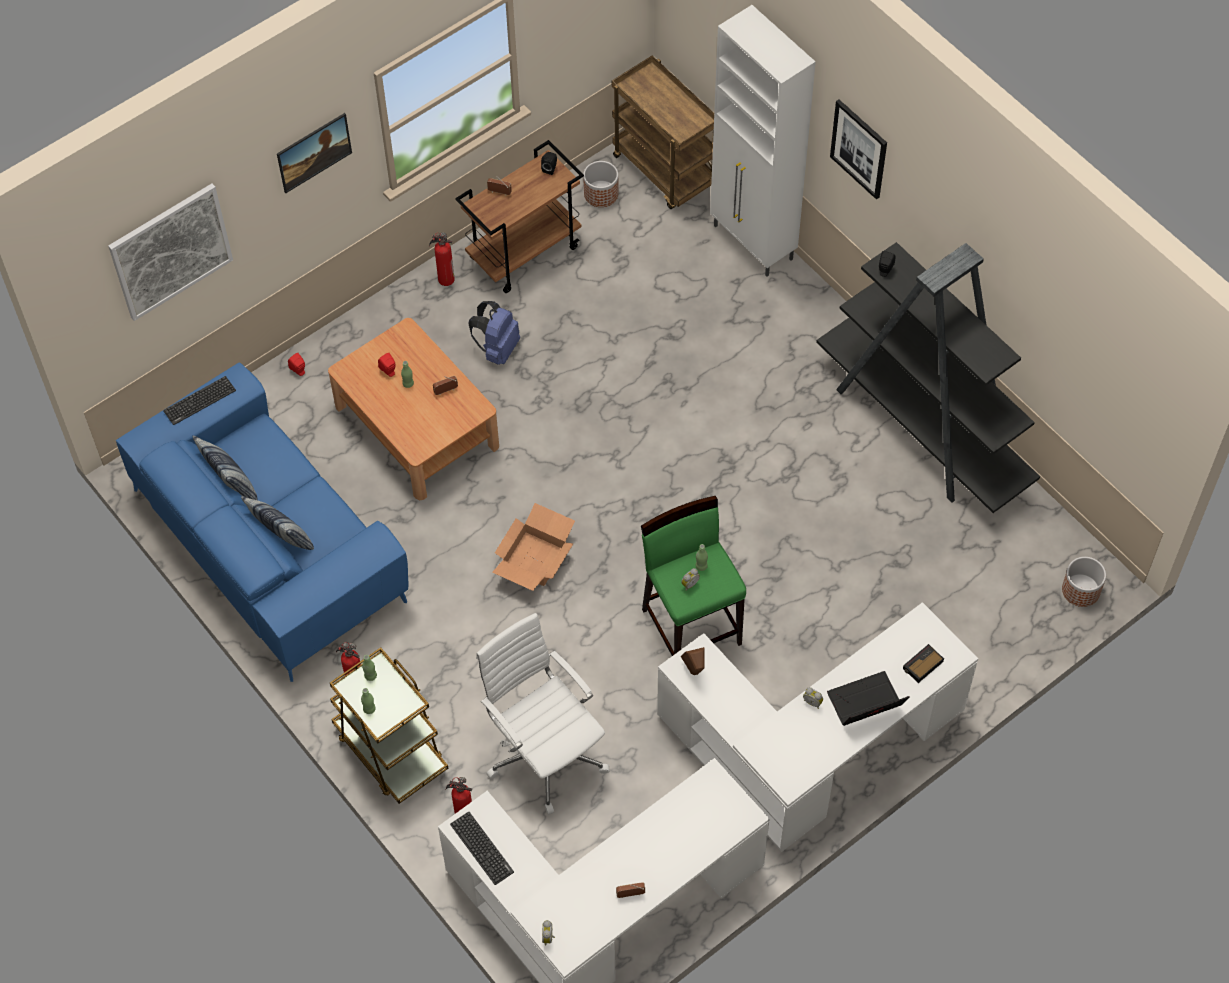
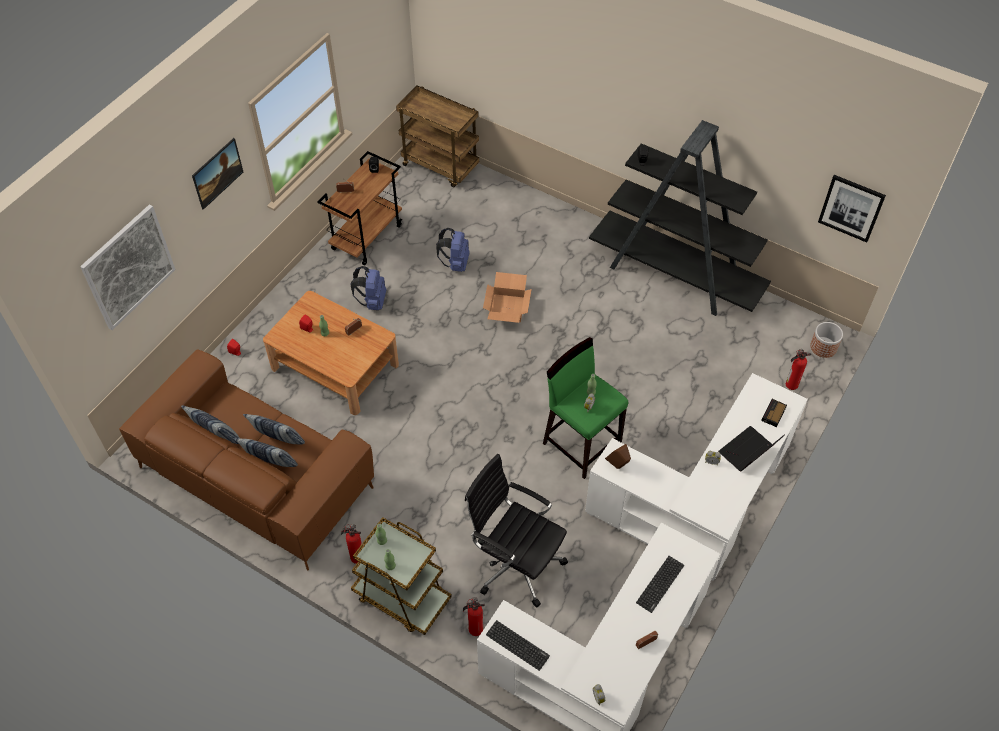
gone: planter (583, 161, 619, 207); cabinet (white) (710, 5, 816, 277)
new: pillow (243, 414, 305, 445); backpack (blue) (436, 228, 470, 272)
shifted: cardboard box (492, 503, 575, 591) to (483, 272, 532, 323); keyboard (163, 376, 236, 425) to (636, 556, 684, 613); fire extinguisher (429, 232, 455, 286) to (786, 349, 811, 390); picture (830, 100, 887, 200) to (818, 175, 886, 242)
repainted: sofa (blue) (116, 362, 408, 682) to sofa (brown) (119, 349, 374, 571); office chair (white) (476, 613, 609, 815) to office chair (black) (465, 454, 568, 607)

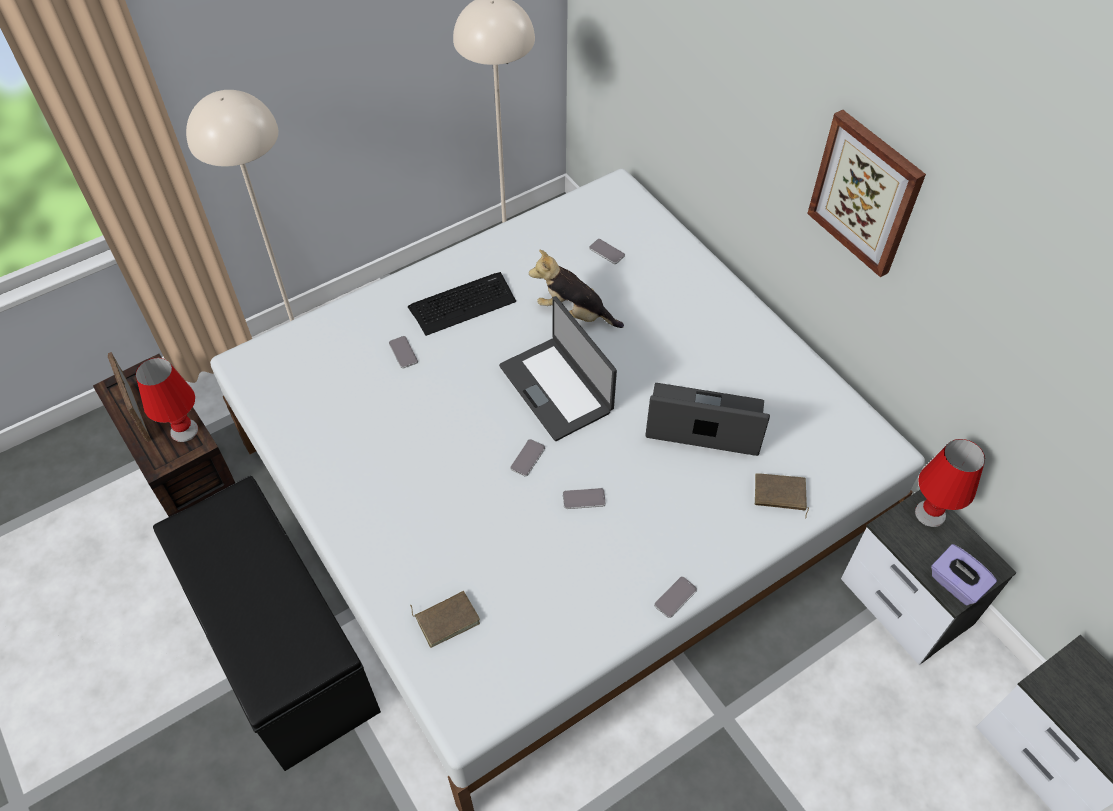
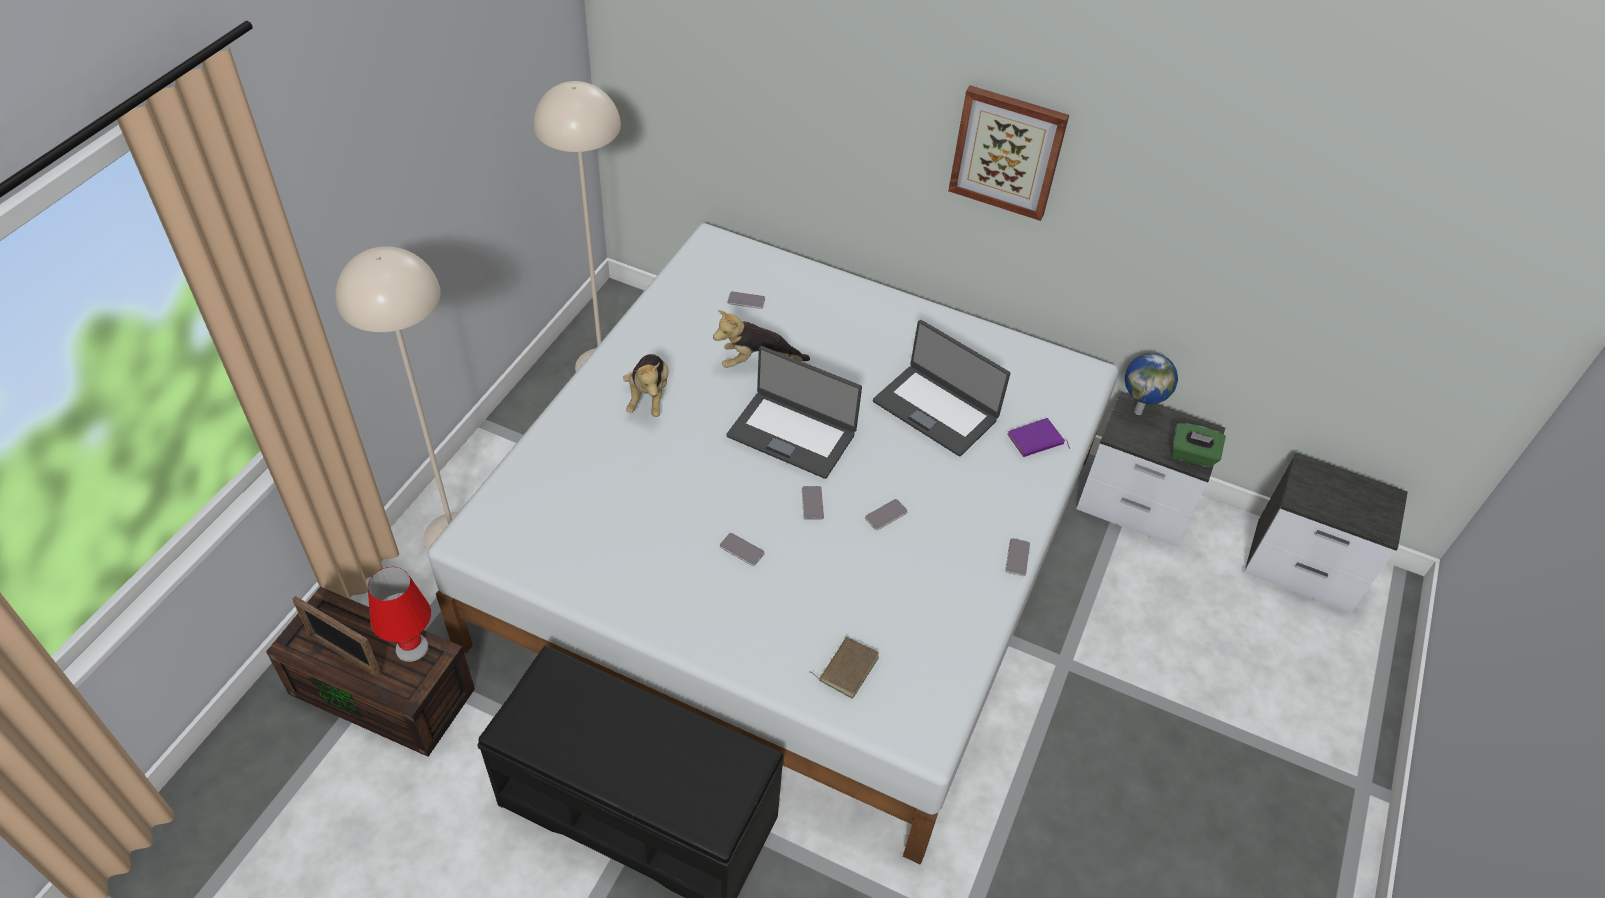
shifted: phone (389, 336, 418, 368) to (720, 533, 765, 566)
swapped: keyboard (408, 272, 516, 336) to plush toy (623, 354, 669, 417); table lamp (red) (915, 439, 985, 527) to globe (1125, 353, 1178, 415)
repainted: book (brown) (755, 473, 809, 518) to book (purple) (1007, 418, 1070, 457); tissue box (purple) (931, 544, 997, 605) to tissue box (green) (1173, 423, 1226, 468)
rotated: laptop (645, 383, 770, 456) = (873, 320, 1010, 456) 120 degrees counterclockwise

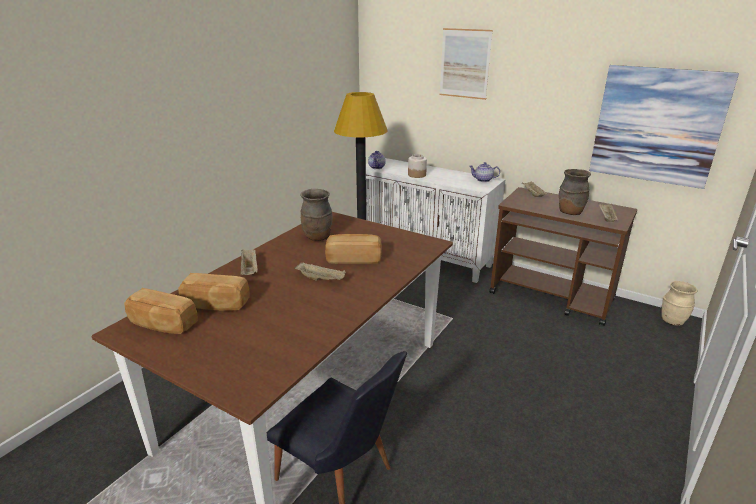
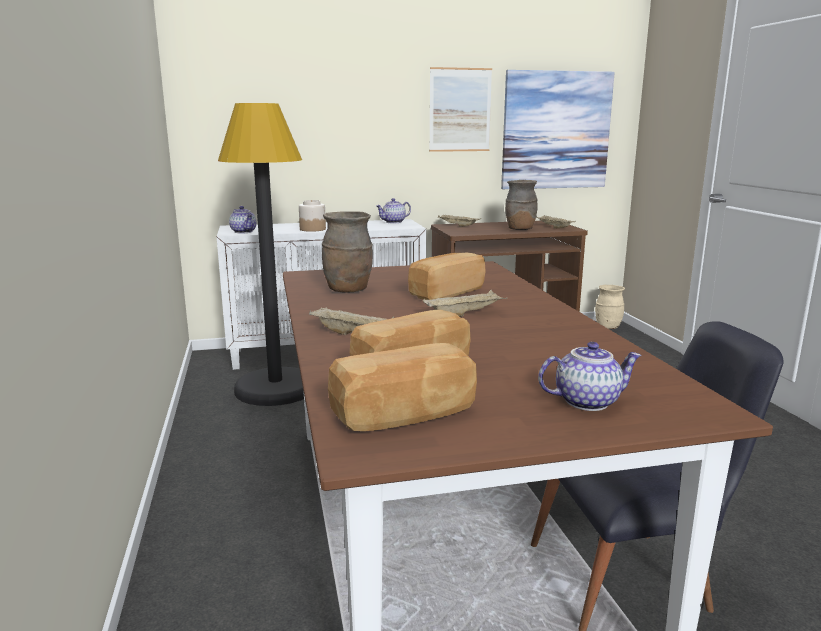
new: teapot (538, 342, 642, 411)
shifted: picture (440, 28, 493, 100) to (429, 67, 492, 152)

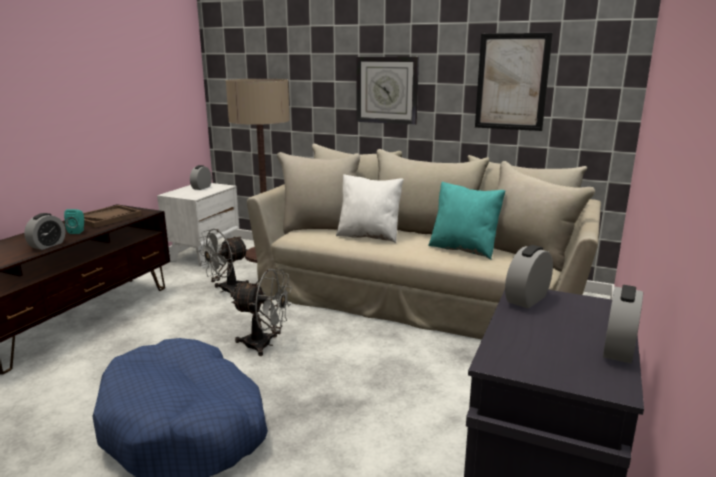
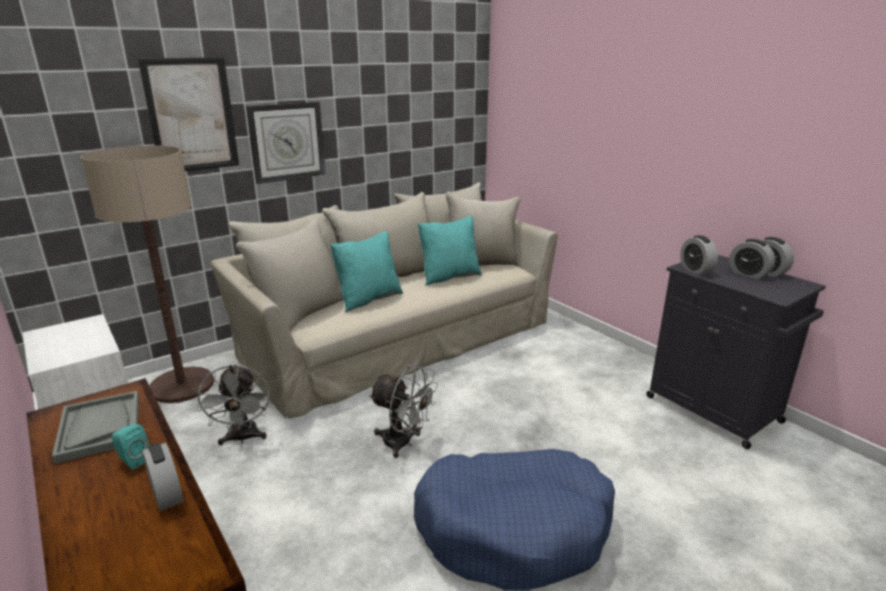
shifted: picture (475, 33, 553, 131) to (138, 57, 239, 172); alarm clock (190, 165, 212, 190) to (729, 239, 775, 279)
repainted: tray (brown) (83, 205, 142, 228) to tray (grey) (52, 391, 139, 464); pillow (white) (336, 174, 404, 243) to pillow (turquoise) (330, 231, 403, 312)
rotated: fan (grey) (231, 269, 292, 356) = (369, 364, 438, 458) 75 degrees clockwise

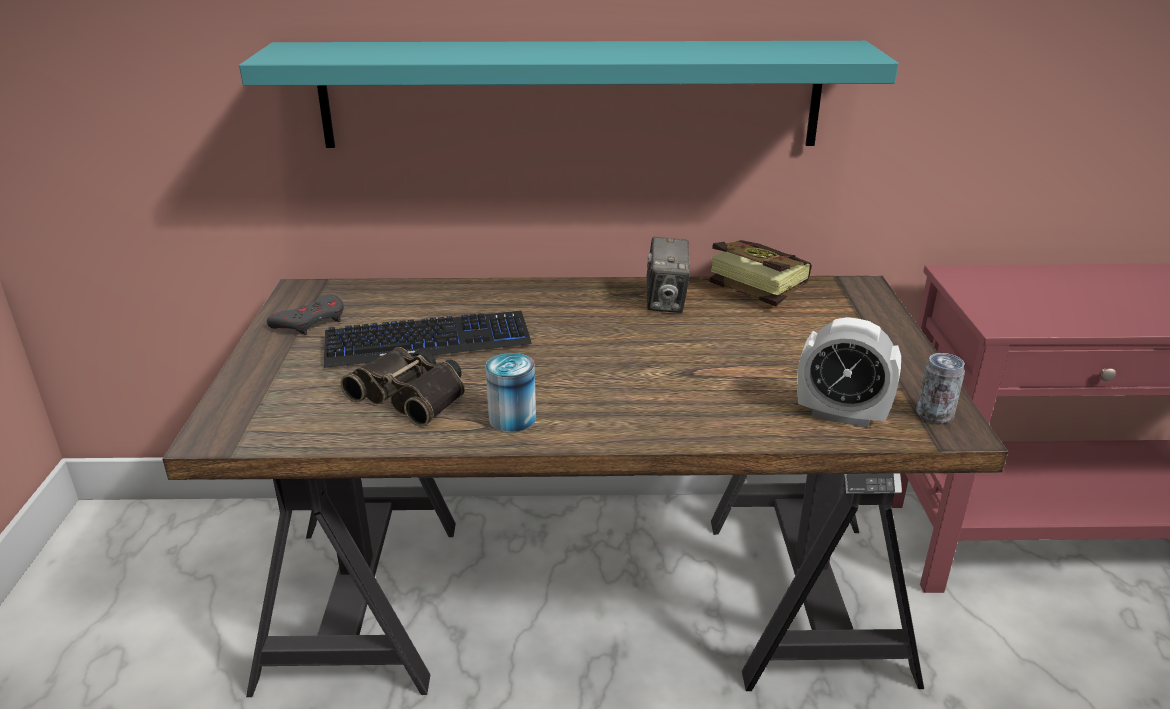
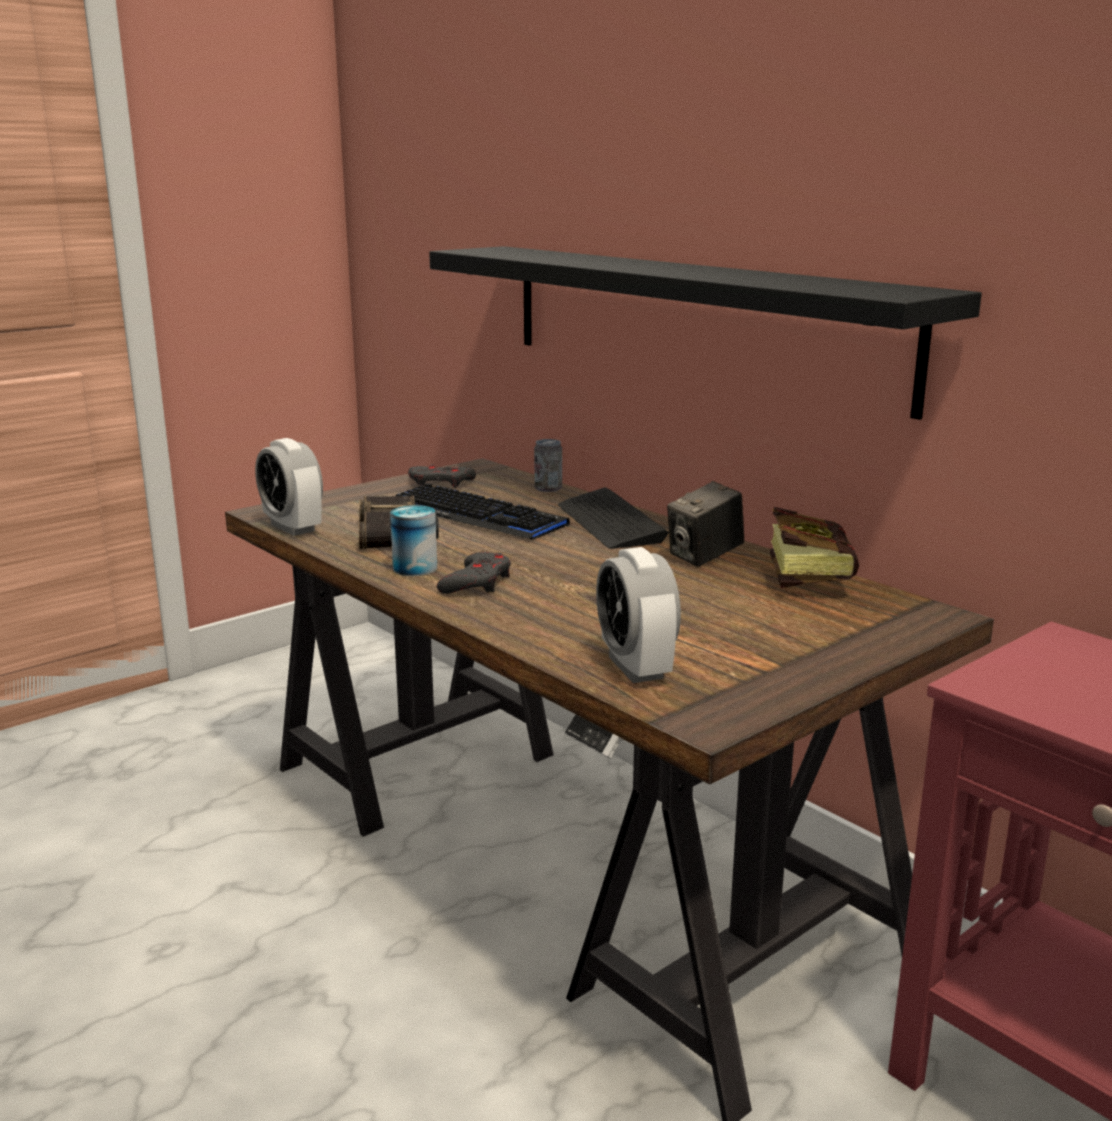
new: alarm clock (255, 438, 323, 536); game controller (grey) (437, 552, 511, 594); keyboard (558, 488, 669, 549)
shifted: can (916, 353, 965, 424) to (534, 439, 562, 492)
repainted: shelf (turquoise) (239, 41, 899, 148) to shelf (black) (429, 246, 982, 420)

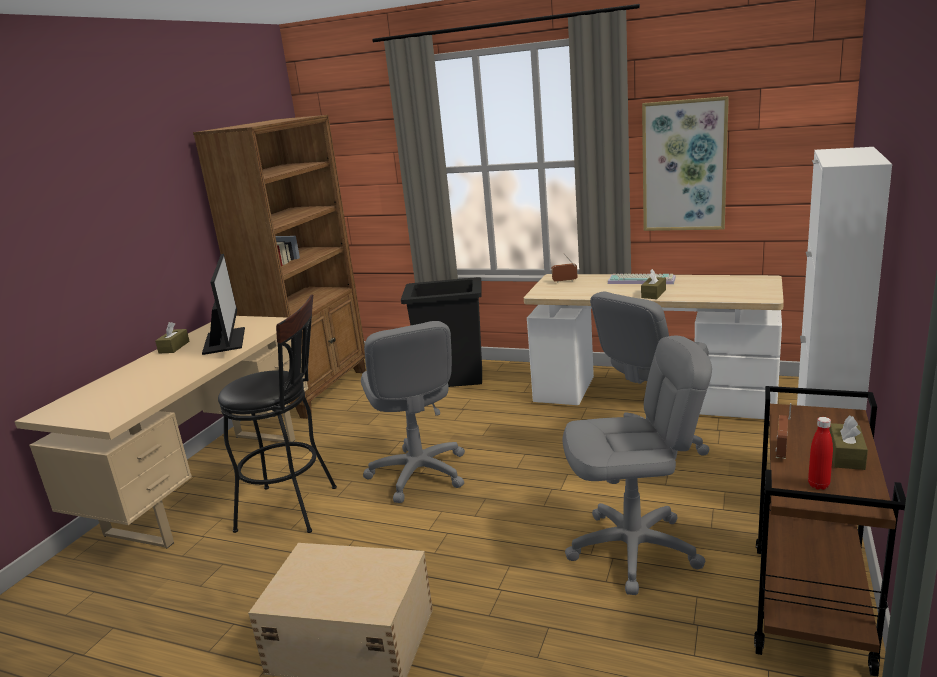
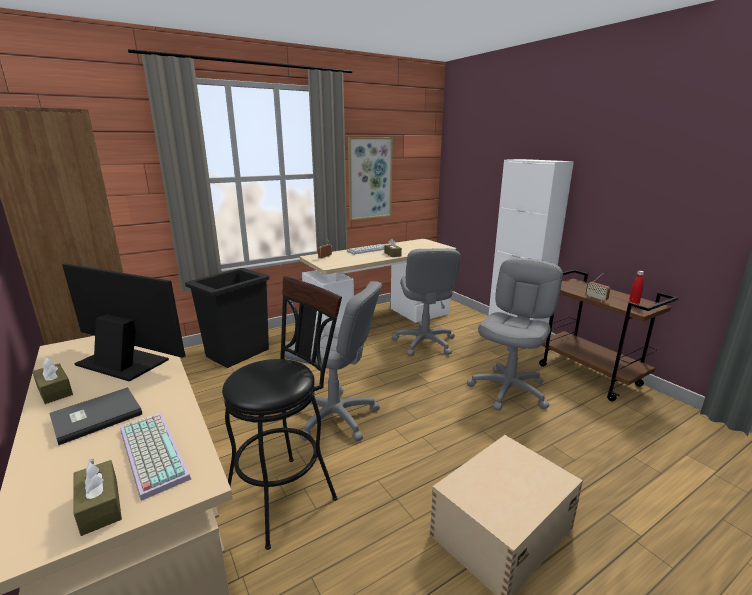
new: book (grey) (49, 387, 142, 445); keyboard (120, 413, 191, 501)
shifted: tissue box (brown) (829, 415, 868, 470) to (74, 459, 122, 536)

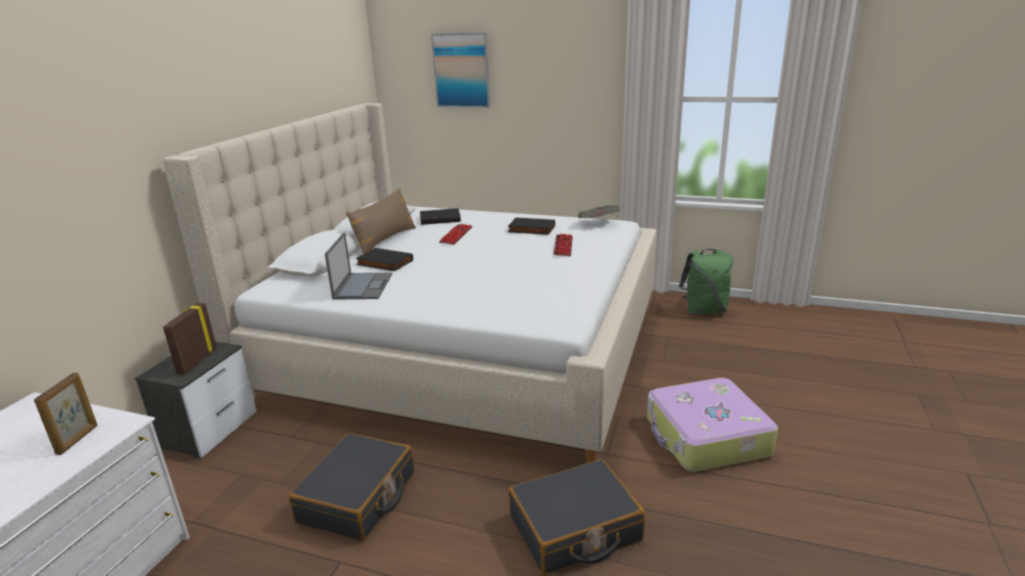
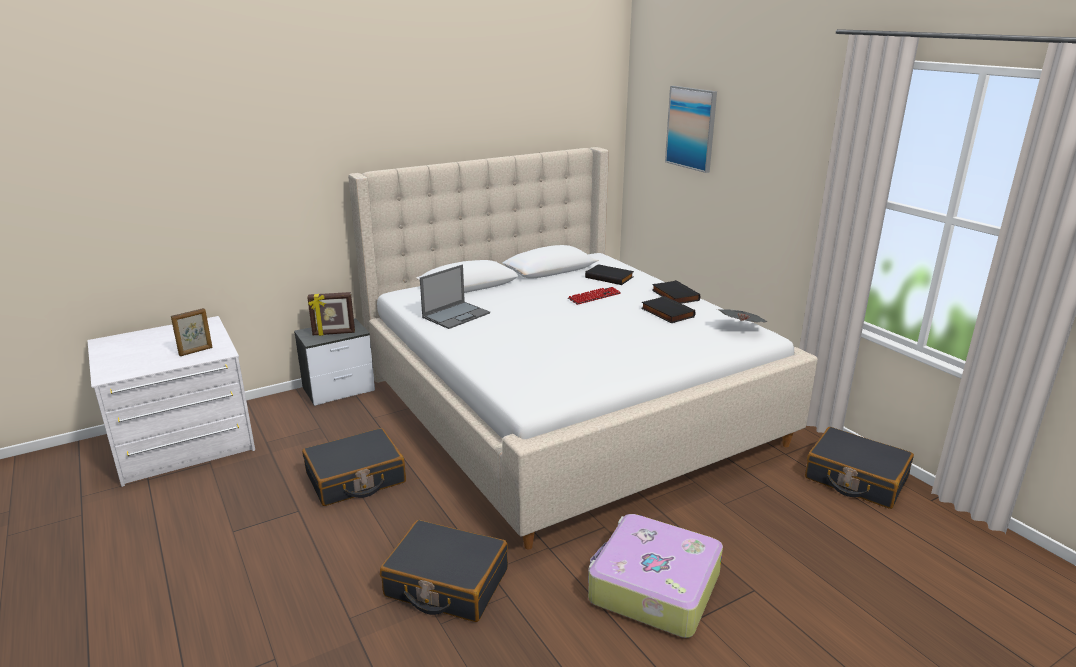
gone: pillow (brown) (346, 188, 416, 254); keyboard (554, 233, 573, 256)
shifted: book (black) (355, 248, 413, 271) to (652, 280, 700, 304)
swapped: backpack (green) (679, 249, 733, 315) to suitcase (black) (805, 427, 914, 509)
rotated: picture frame (163, 303, 217, 375) = (307, 292, 355, 336) 150 degrees counterclockwise

